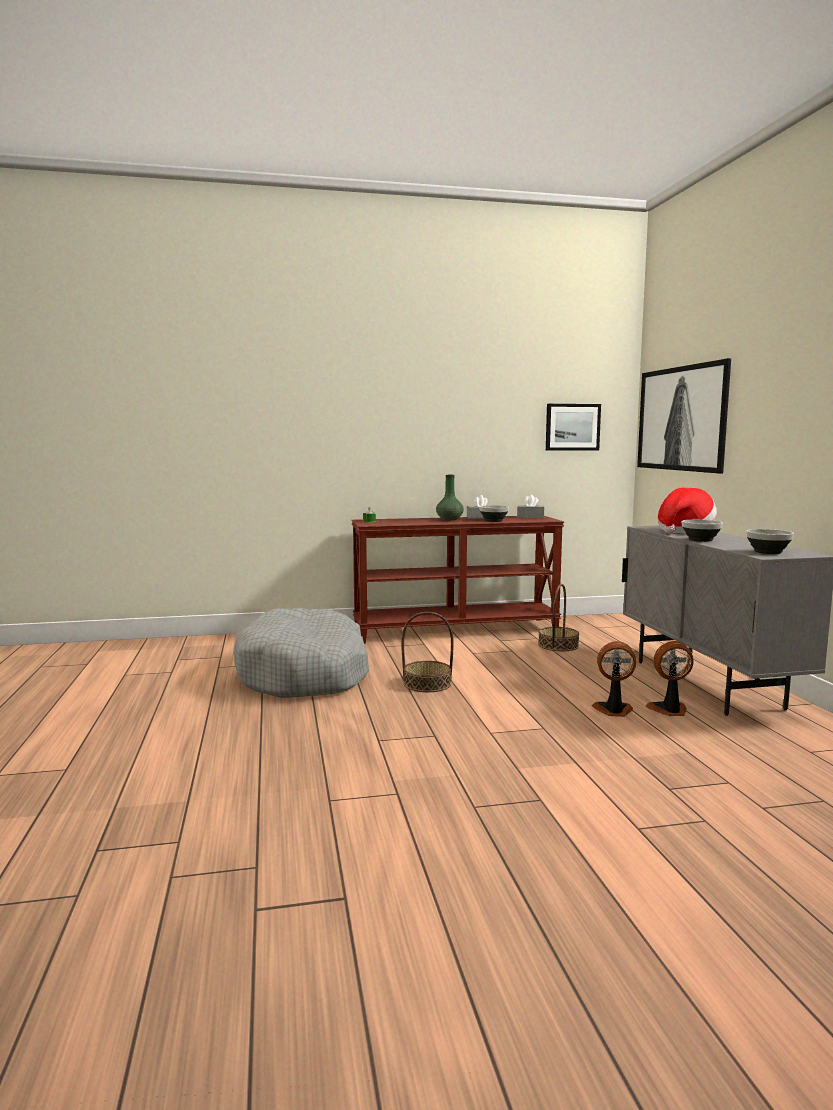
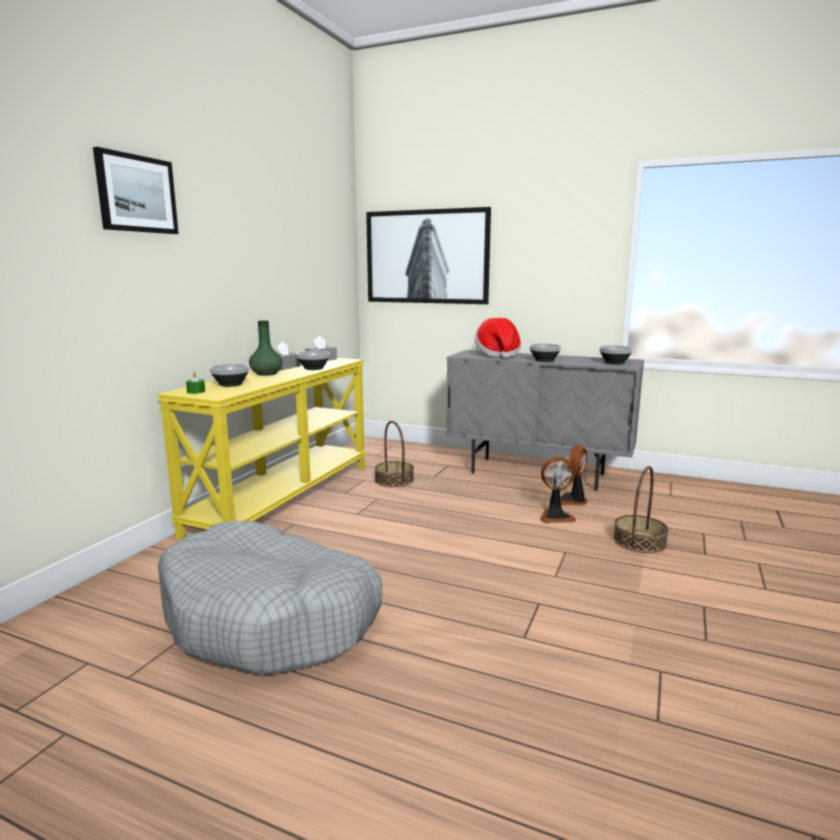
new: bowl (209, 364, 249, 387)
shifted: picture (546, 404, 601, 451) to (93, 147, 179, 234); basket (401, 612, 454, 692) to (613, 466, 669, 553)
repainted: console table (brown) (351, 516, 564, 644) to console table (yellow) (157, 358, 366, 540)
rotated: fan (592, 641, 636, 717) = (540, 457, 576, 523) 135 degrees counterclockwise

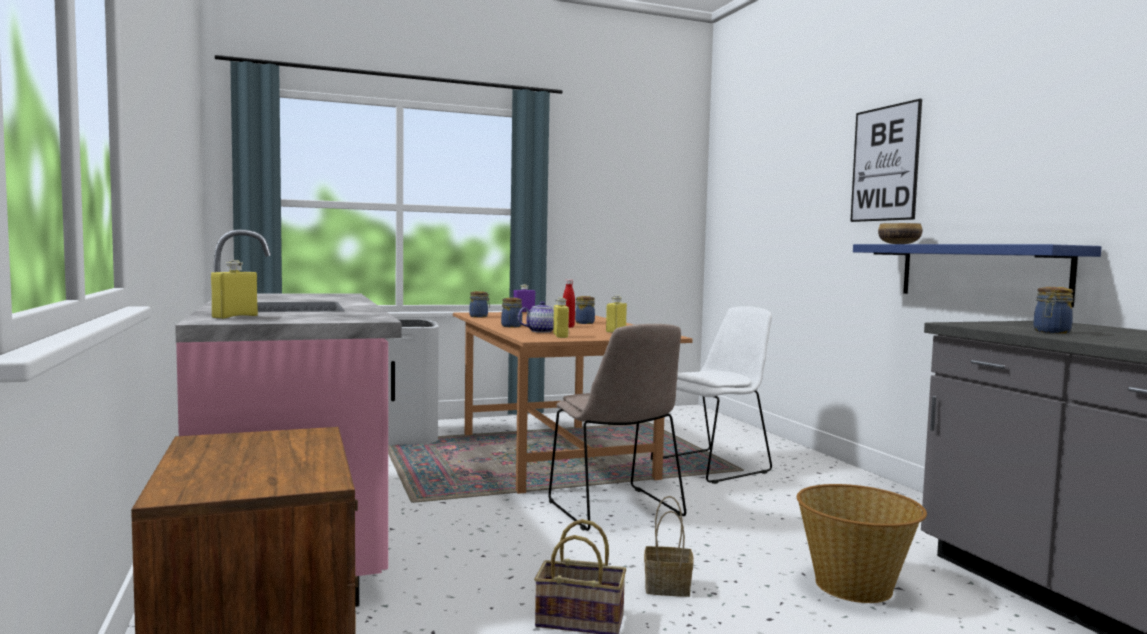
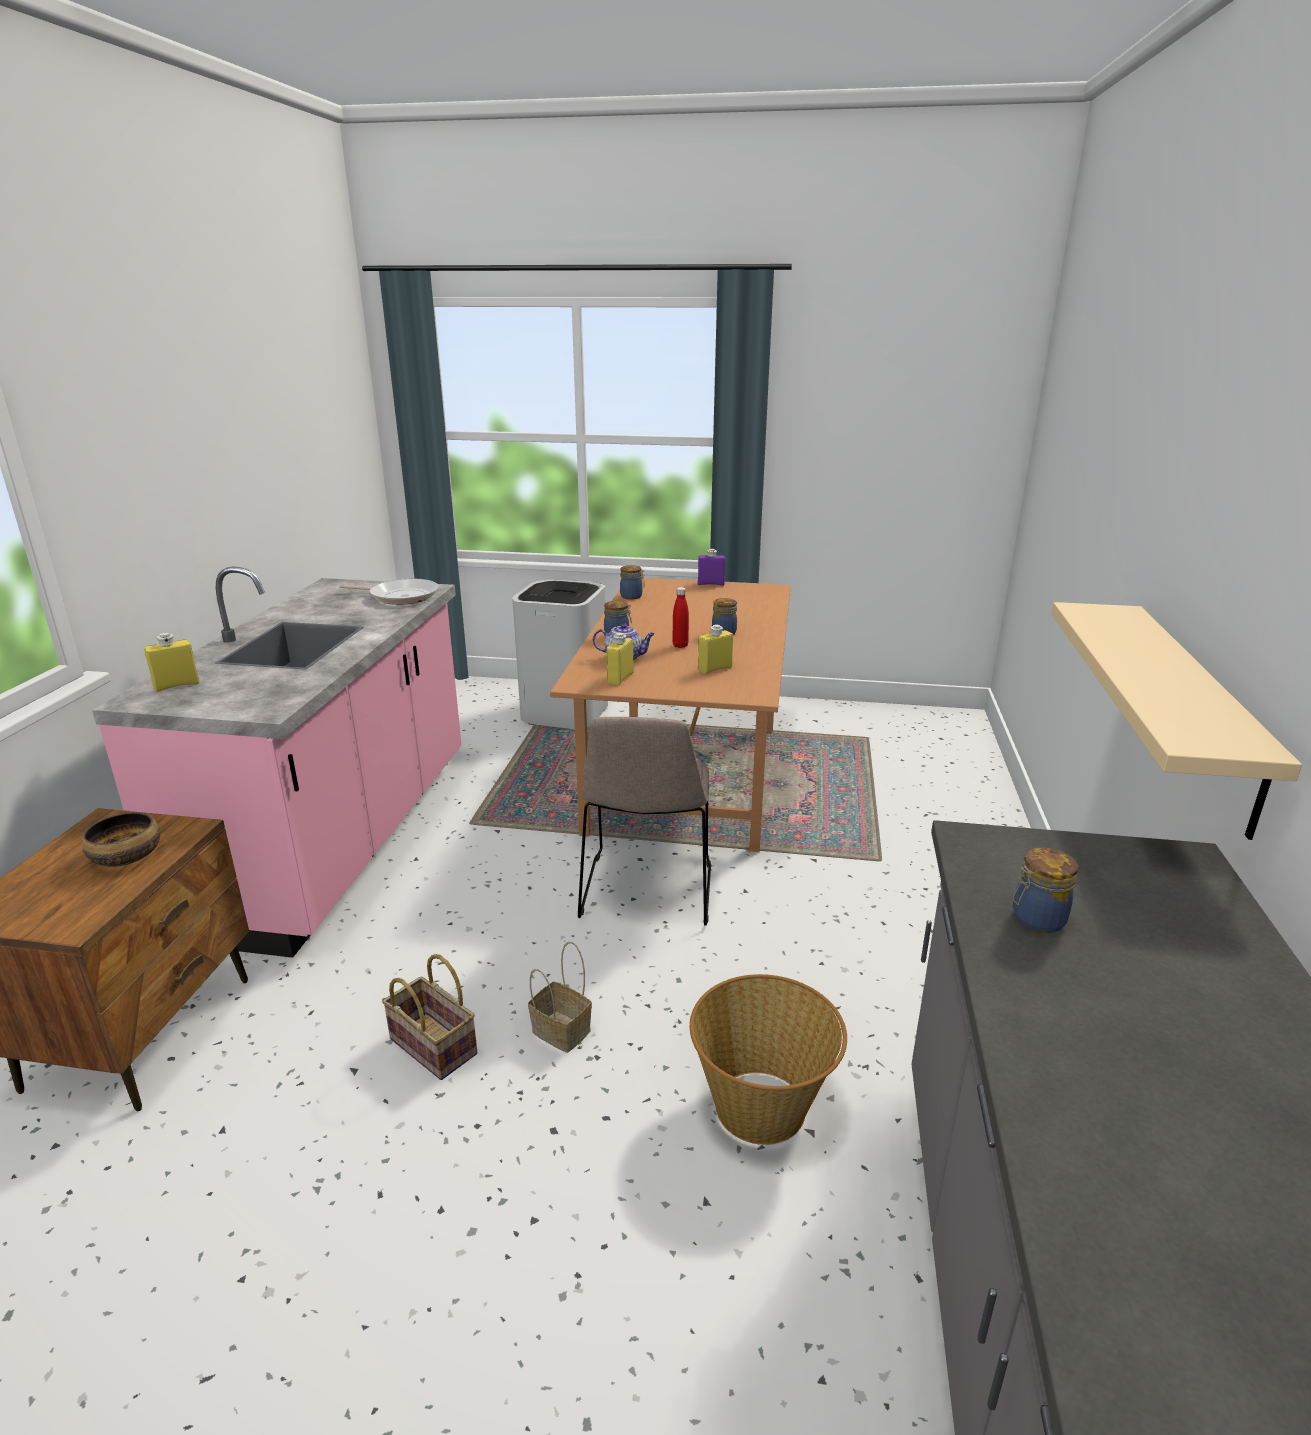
gone: chair (white) (651, 306, 772, 484); picture (850, 99, 922, 222)
new: frying pan (339, 579, 439, 605)
shifted: bowl (878, 223, 922, 244) to (82, 812, 160, 867)
repainted: shelf (blue) (853, 244, 1101, 307) to shelf (beige) (1051, 602, 1302, 840)

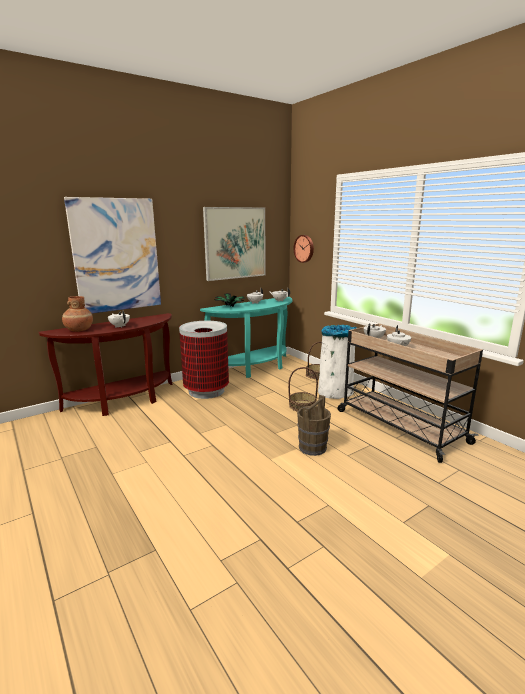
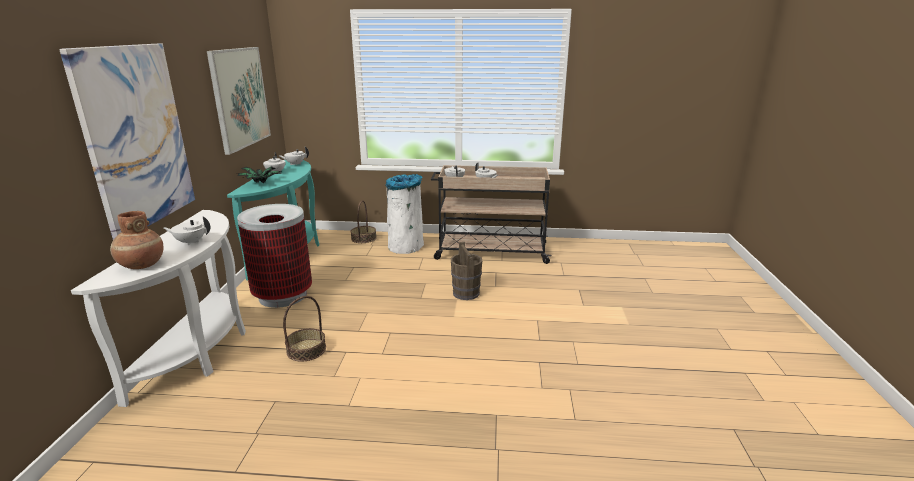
gone: wall clock (294, 235, 314, 263)
shifted: basket (288, 367, 318, 412) to (283, 296, 326, 362)
repainted: console table (brown) (39, 313, 173, 416) to console table (white) (71, 210, 246, 407)

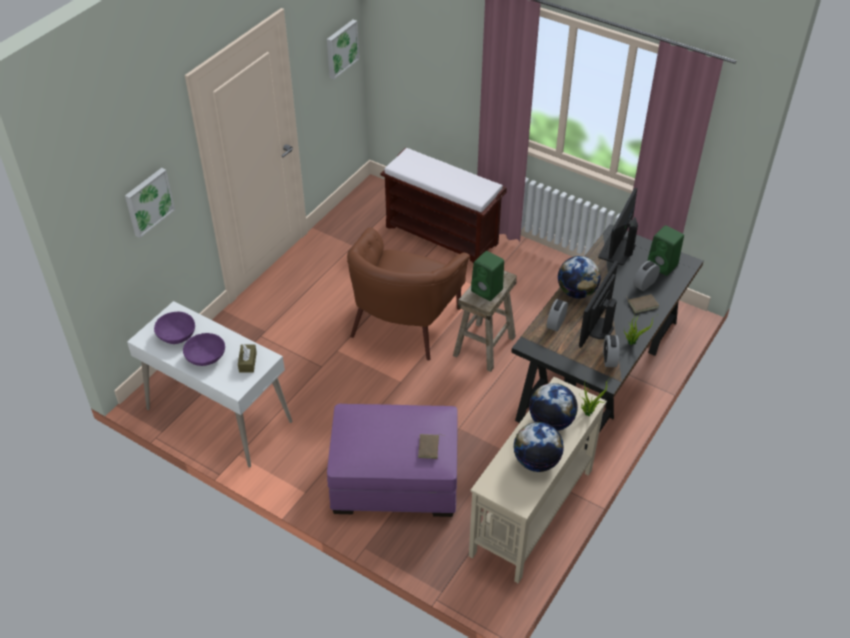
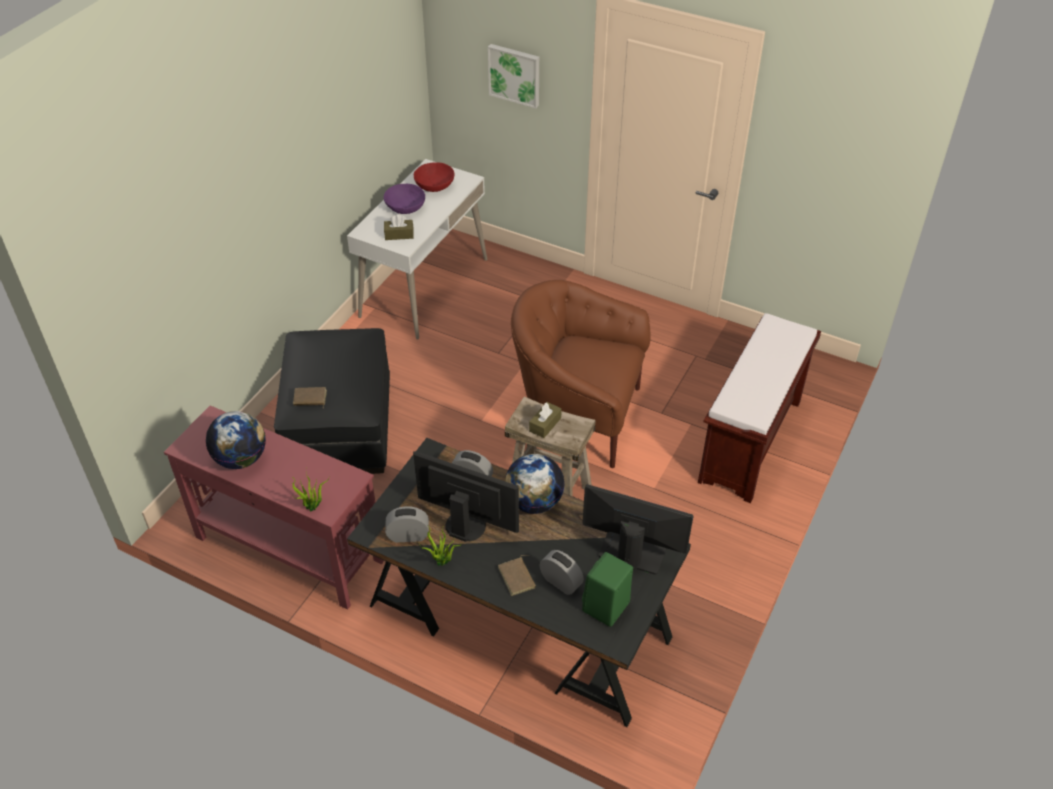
gone: picture (327, 20, 359, 79); globe (529, 383, 578, 431)
swapped: speaker (green) (471, 251, 504, 301) to tissue box (brown) (529, 402, 562, 438)
repainted: console table (beige) (469, 377, 607, 583) to console table (red) (164, 405, 384, 610); ottoman (purple) (327, 404, 458, 517) to ottoman (black) (274, 328, 390, 474); bowl (purple) (154, 312, 195, 344) to bowl (red) (414, 162, 454, 192)

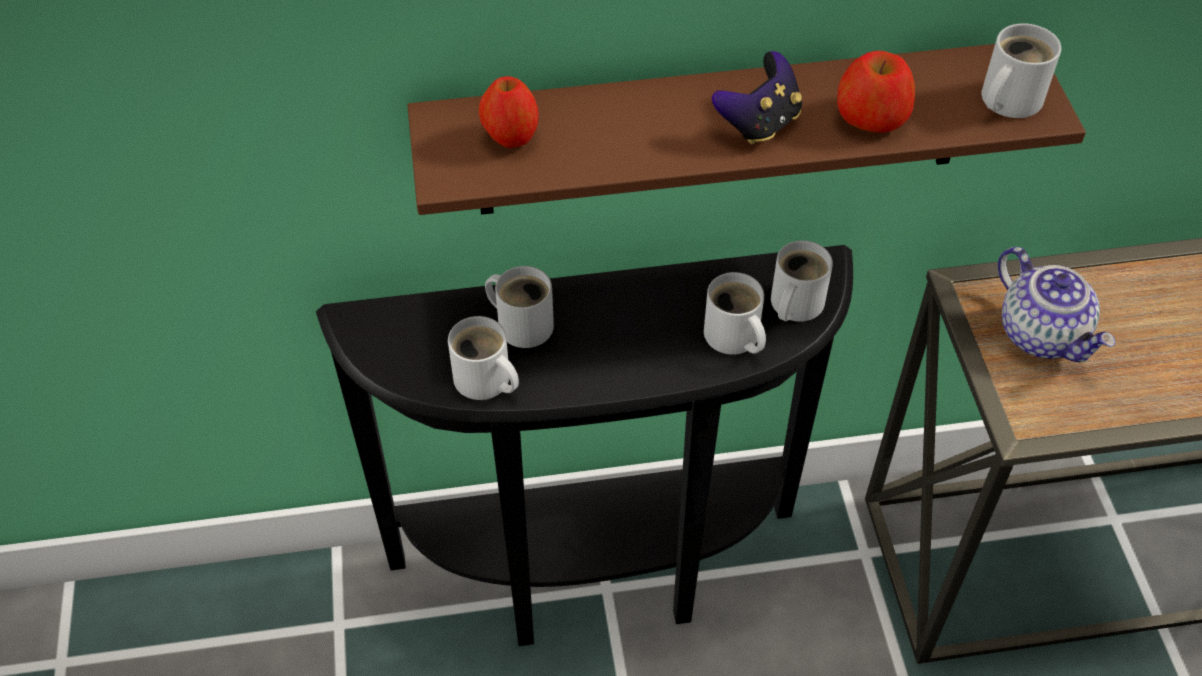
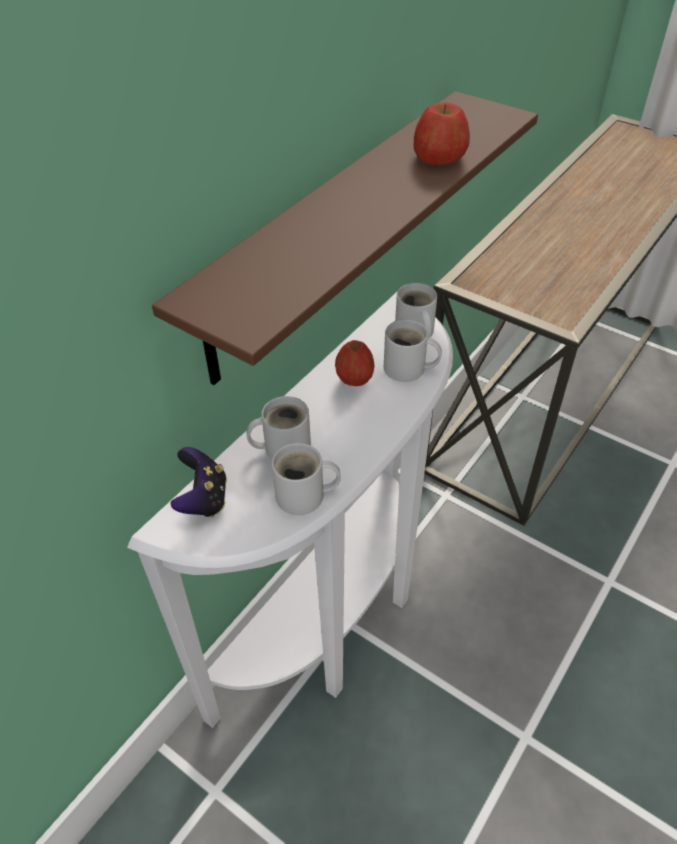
gone: mug (white) (982, 23, 1061, 118); teapot (998, 247, 1115, 362)
shifted: game controller (712, 51, 802, 144) to (171, 447, 227, 517); apple (479, 76, 539, 148) to (335, 340, 374, 386)
repainted: console table (black) (316, 245, 853, 646) to console table (white) (127, 292, 453, 728)

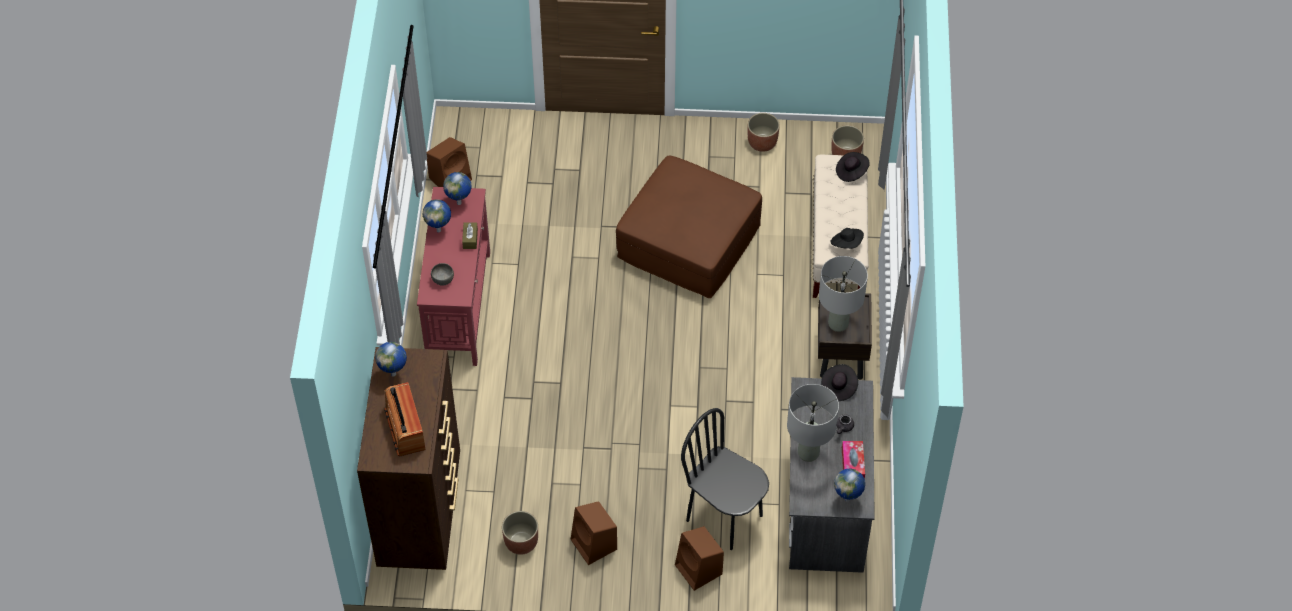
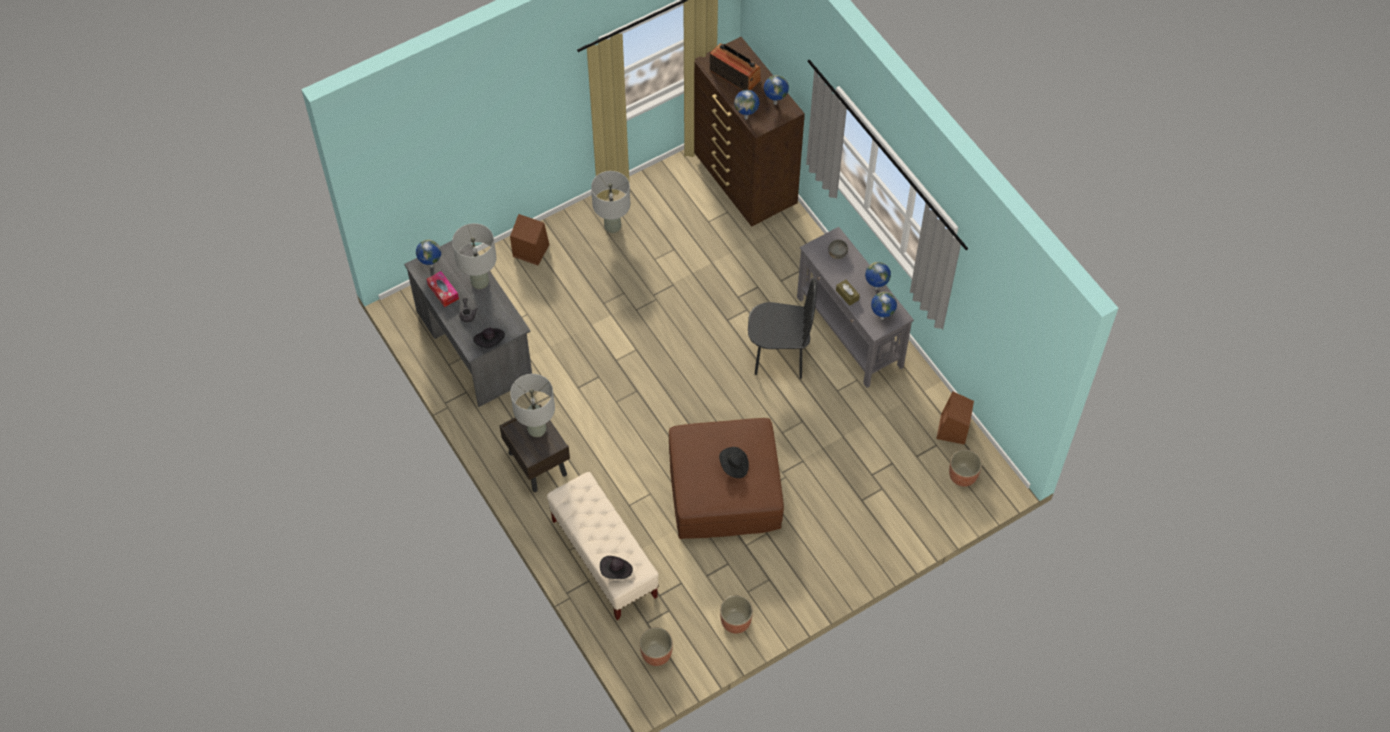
new: globe (734, 90, 759, 119)
shifted: hat (black) (830, 228, 864, 249) to (719, 447, 749, 478); chair (black) (681, 408, 769, 550) to (748, 278, 817, 379); planter (502, 511, 538, 555) to (949, 449, 982, 487)
swapped: speaker (brown) (571, 501, 617, 565) to table lamp (grey) (591, 171, 630, 233)
repainted: console table (red) (417, 187, 490, 366) to console table (grey) (797, 227, 914, 388)

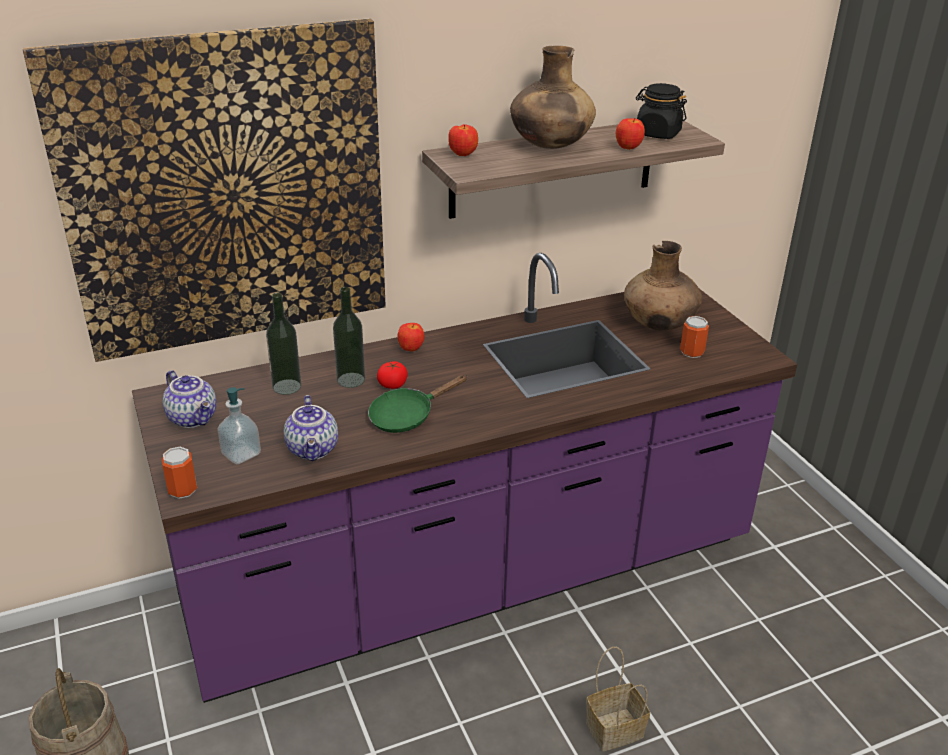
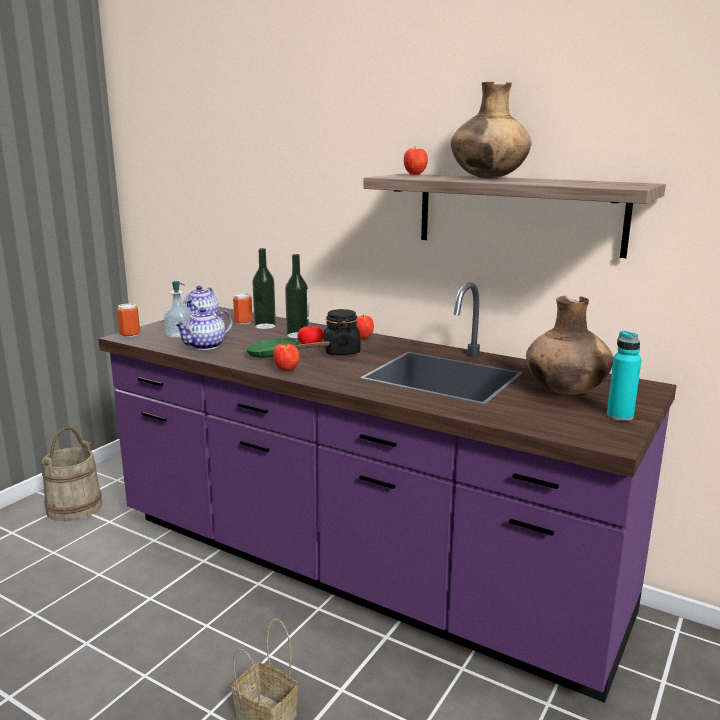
gone: picture (23, 18, 386, 362)
new: bottle (turquoise) (607, 331, 642, 421)
shifted: can (680, 316, 709, 358) to (233, 293, 252, 324); apple (616, 118, 645, 150) to (273, 344, 299, 371); jar (black) (636, 83, 687, 139) to (324, 309, 360, 355)

